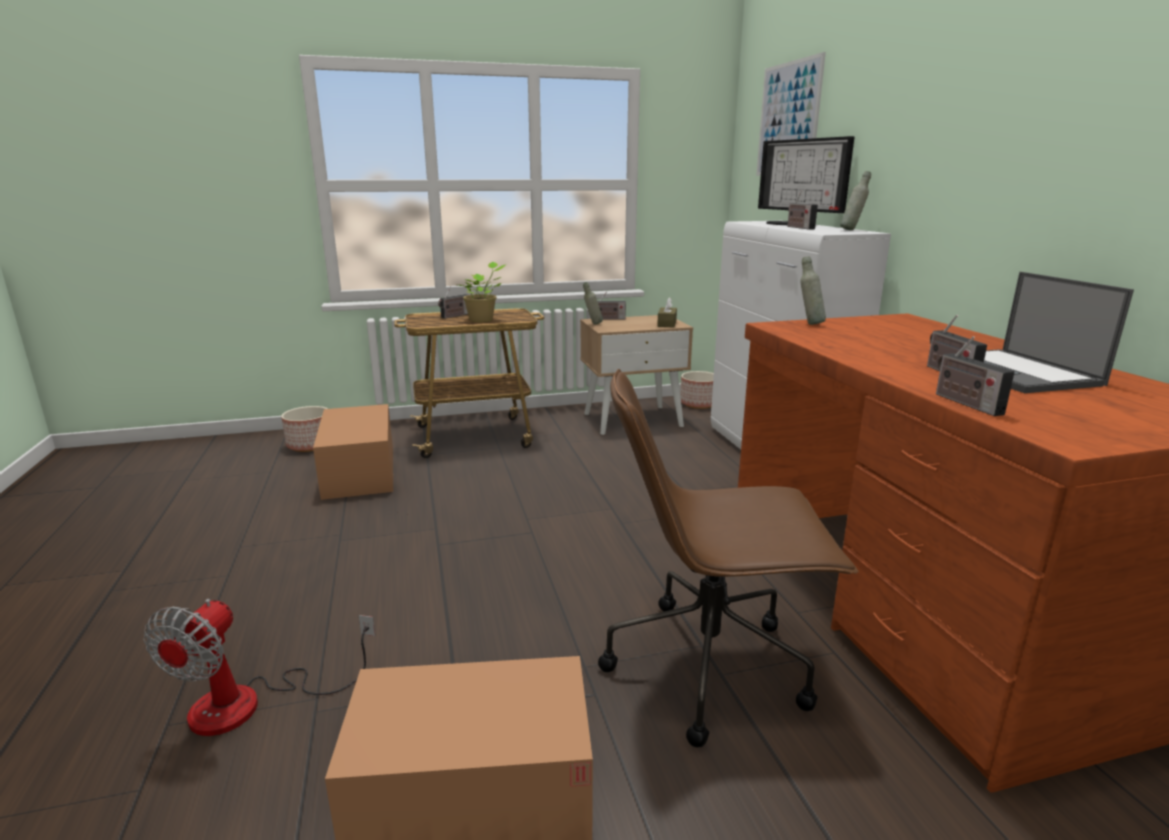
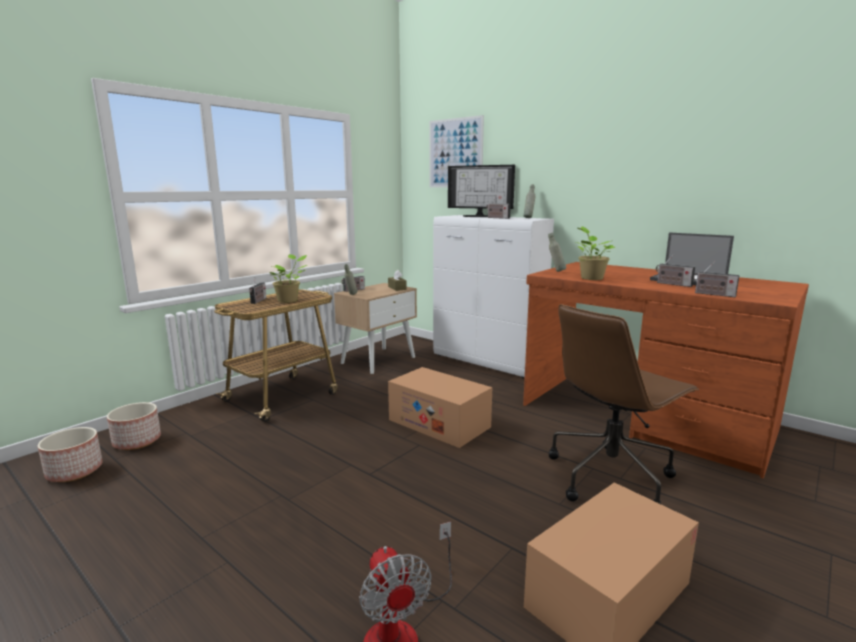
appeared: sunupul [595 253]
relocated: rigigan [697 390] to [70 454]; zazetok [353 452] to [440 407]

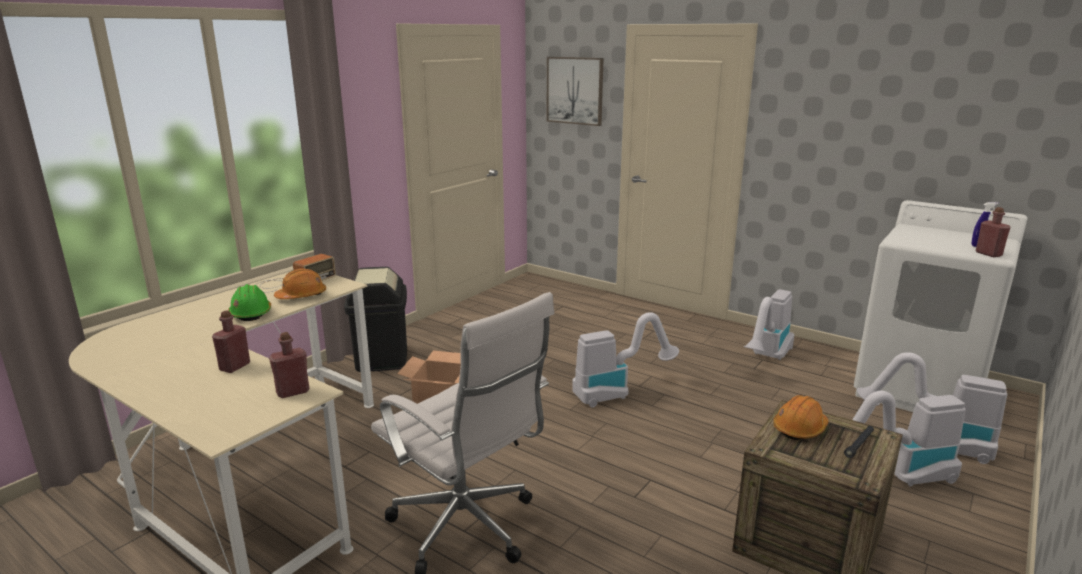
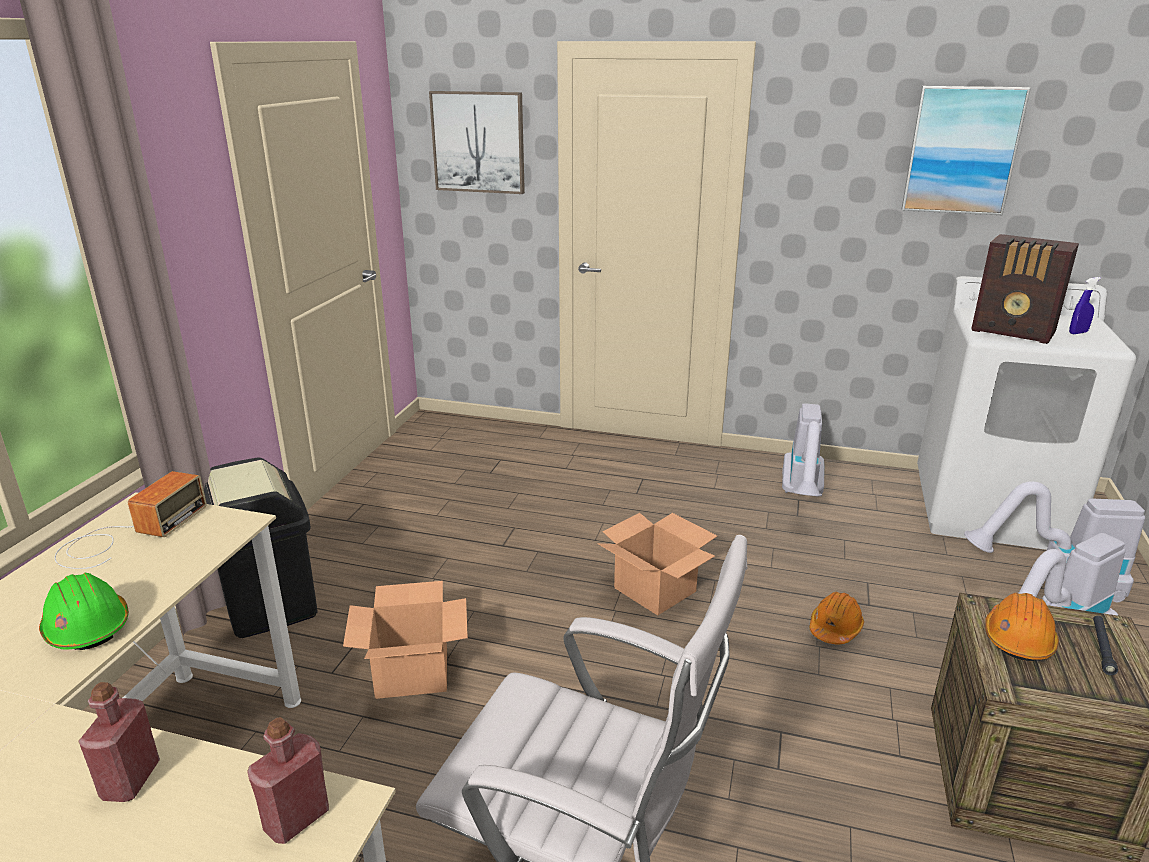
missing: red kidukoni [993 232]
appeared: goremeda [966 150]; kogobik [1025 289]
relocated: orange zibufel [300 284] to [836 618]
exchanged: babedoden [625 359] to zazetok [657 564]

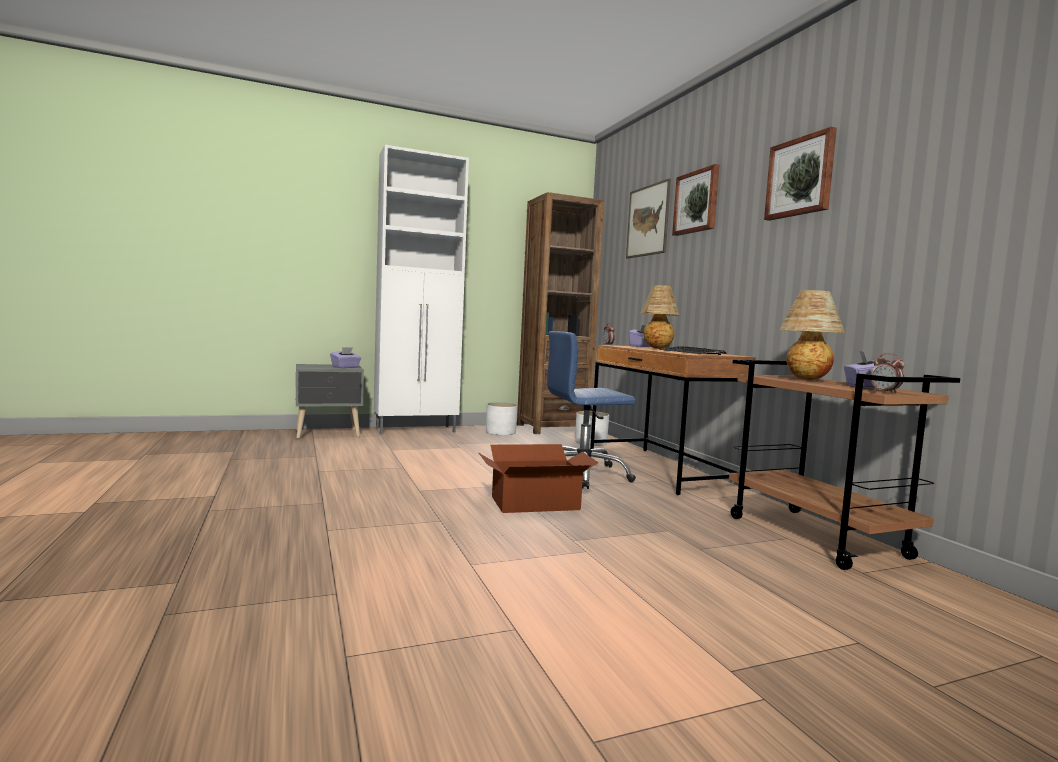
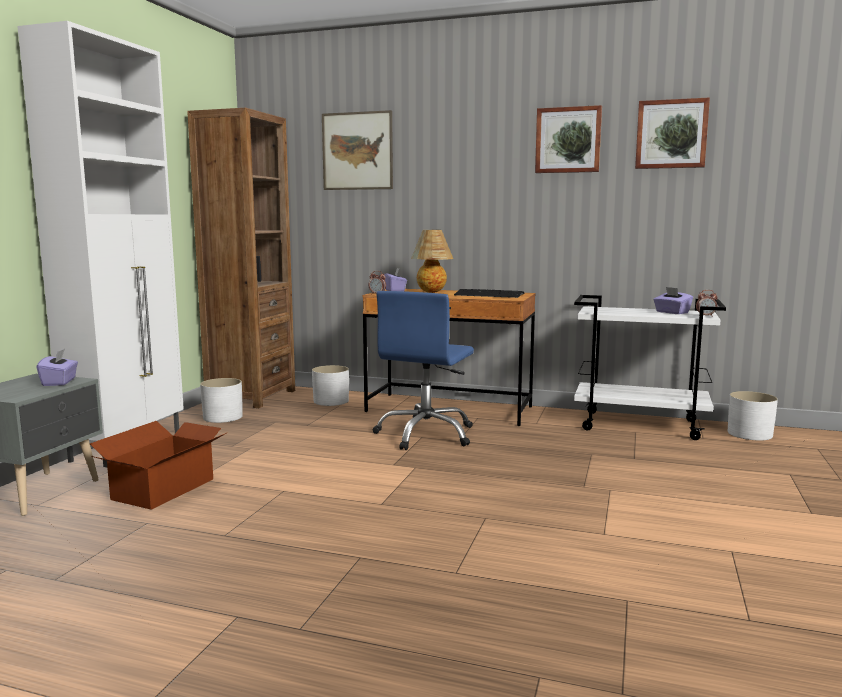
missing: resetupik [812 335]
appeared: white rigigan [753 416]
relocated: goremeda [695 200] to [672 133]; zazetok [539 478] to [158 465]
colour: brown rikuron [844 465] to white rikuron [650 367]

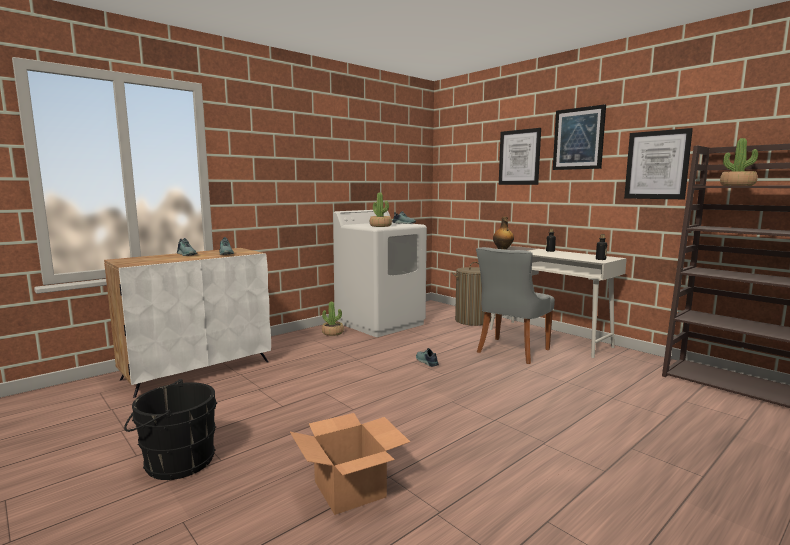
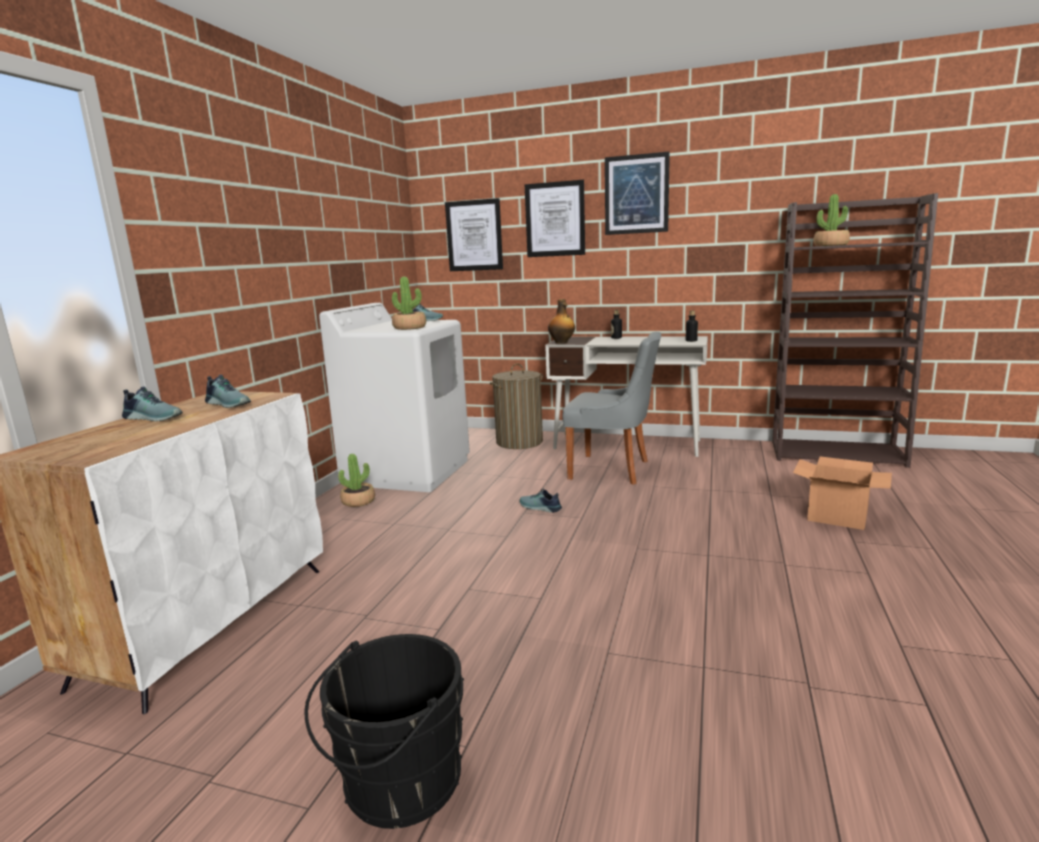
relocated: goremeda [658 163] to [474 234]; zazetok [350 464] to [842 493]
spun: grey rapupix [515 305] = [612 408] 75 degrees counterclockwise

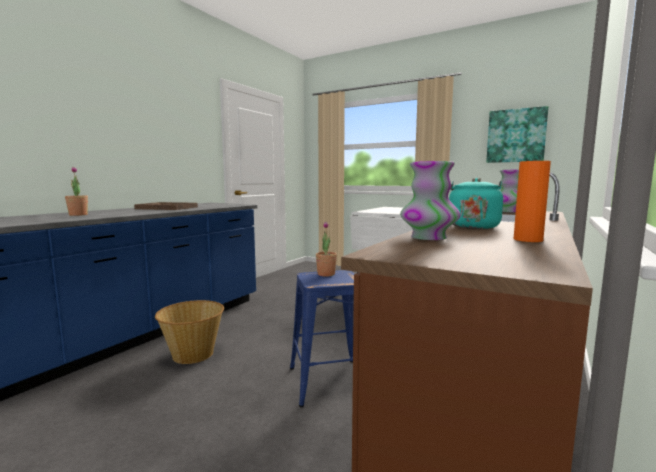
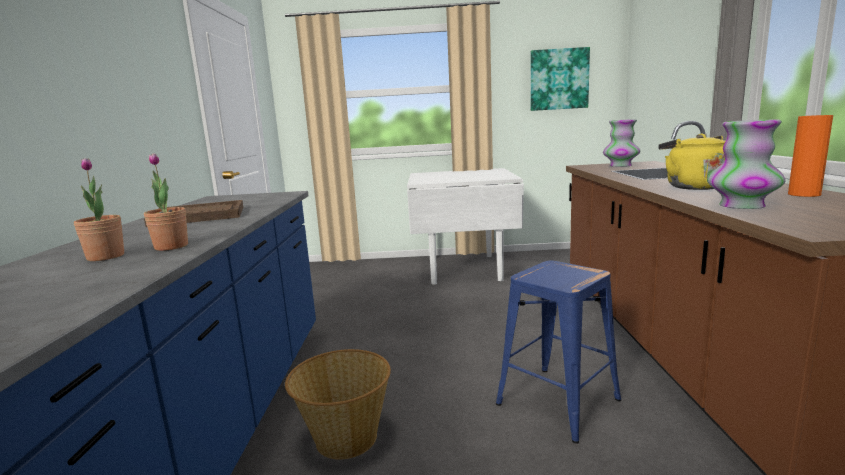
relocated: sunupul [326 249] to [166 202]
colour: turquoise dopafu [476 203] to yellow dopafu [691 162]

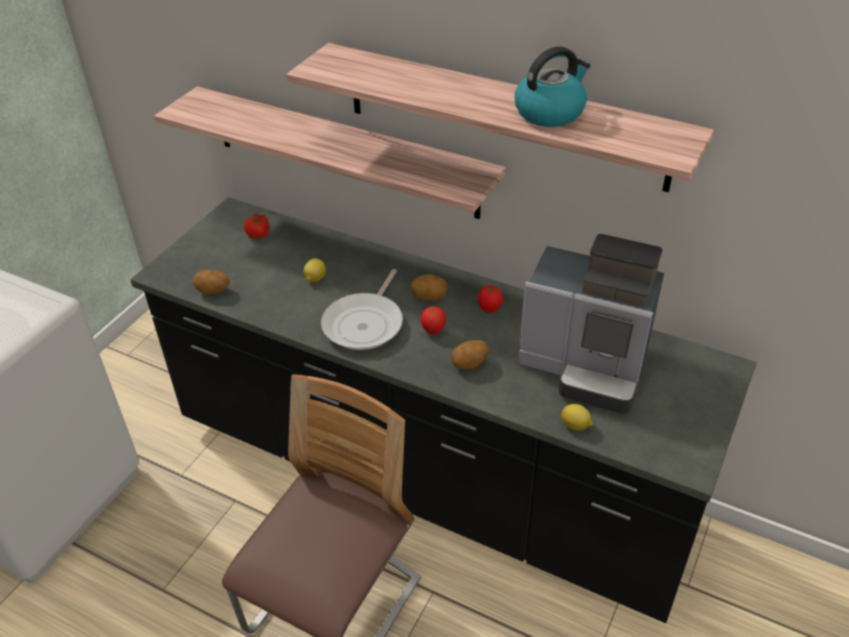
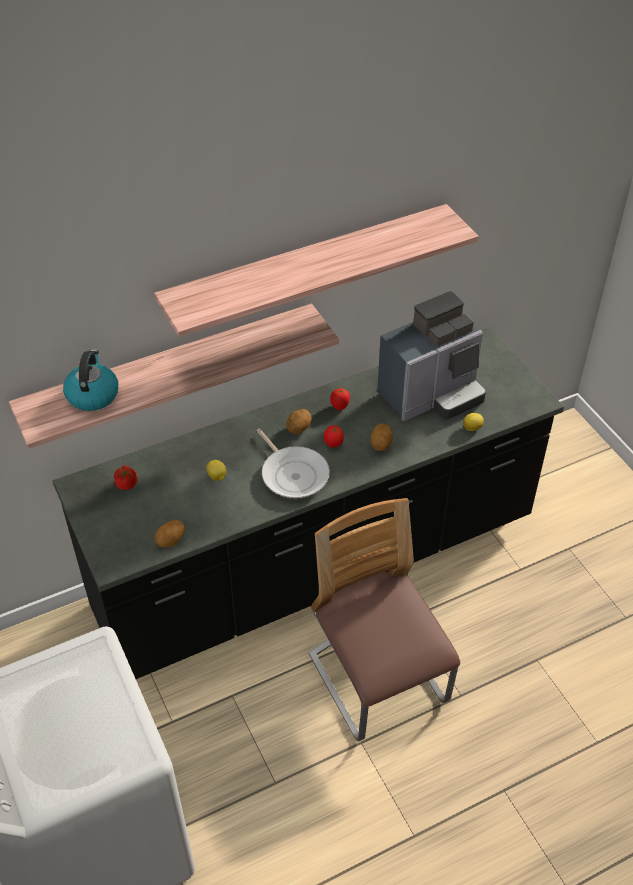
relocated: dopafu [552 86] to [91 380]

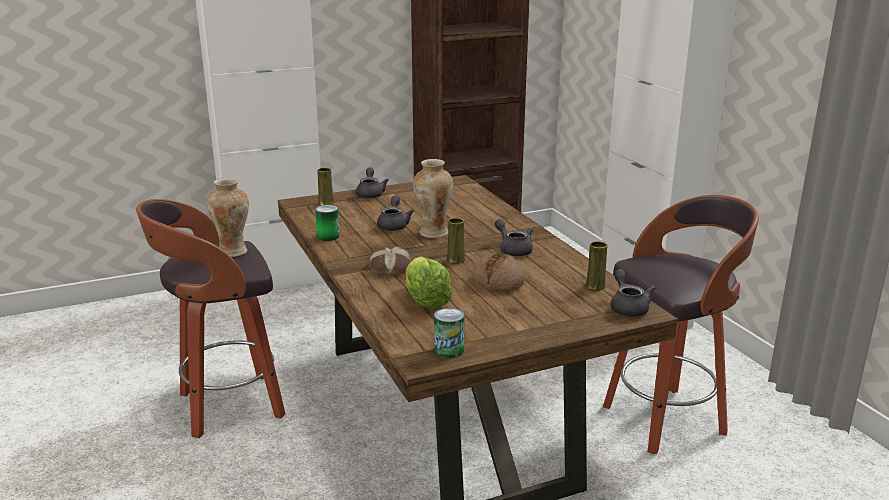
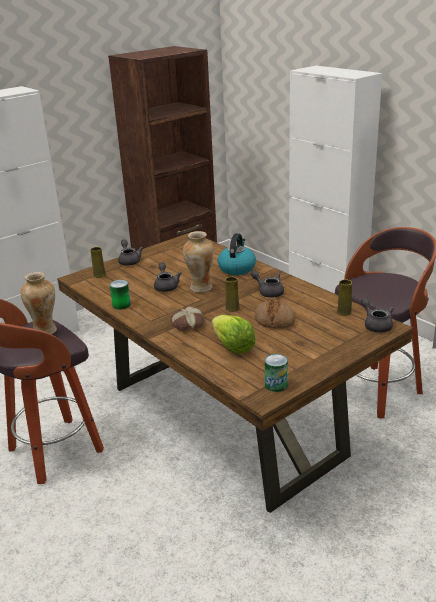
appeared: dopafu [236 254]

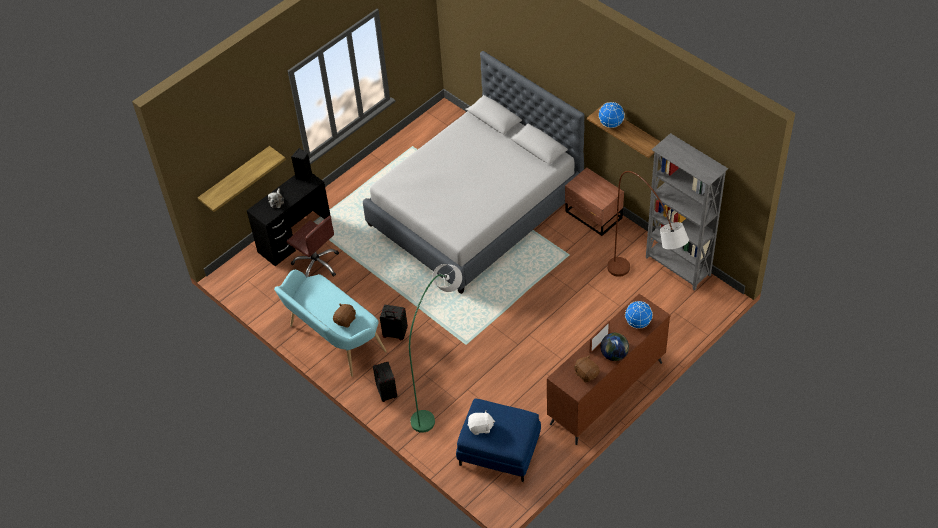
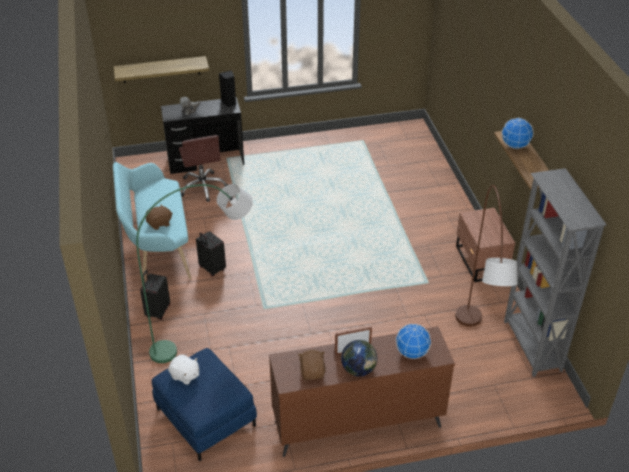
missing: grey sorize [474 172]

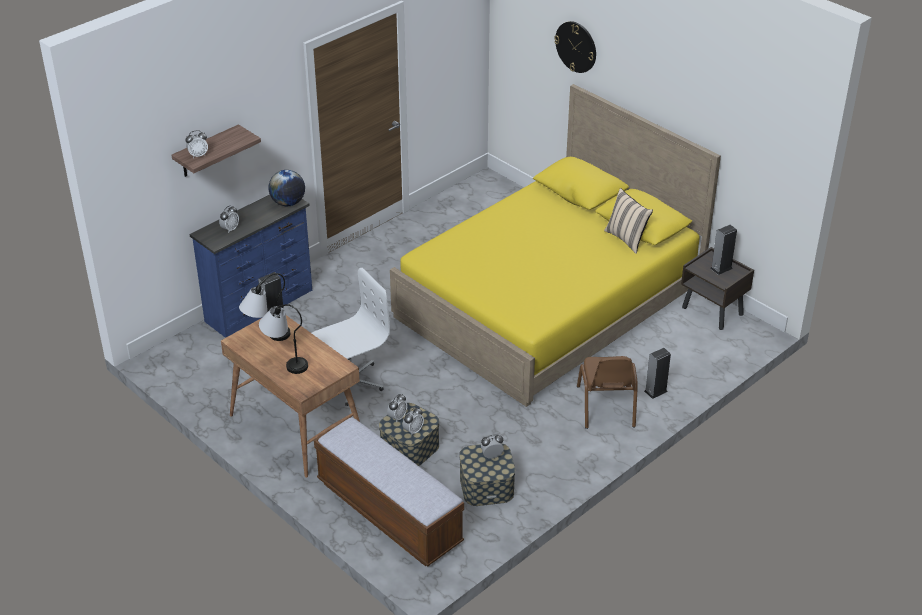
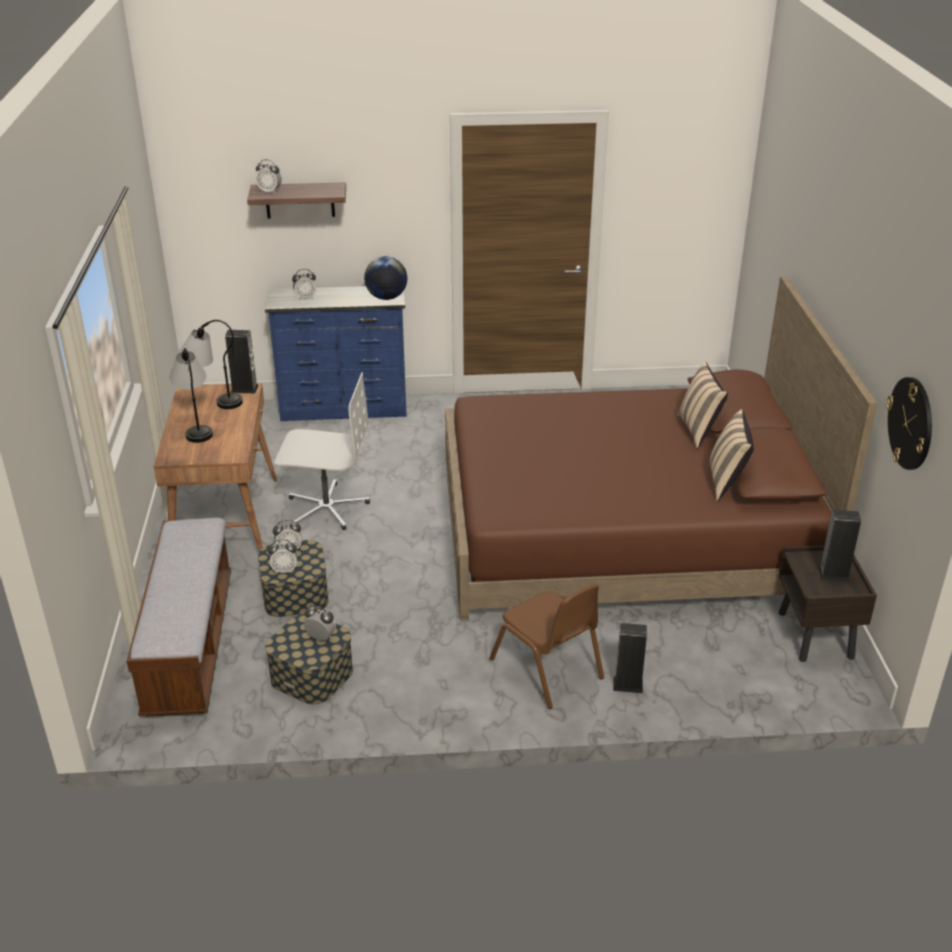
appeared: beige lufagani [702 405]
relocated: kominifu [575 47] to [909 423]
colour: yellow sorize [555 245] to brown sorize [661 449]
spun: brown rapupix [607 392] = [547 646] 75 degrees counterclockwise

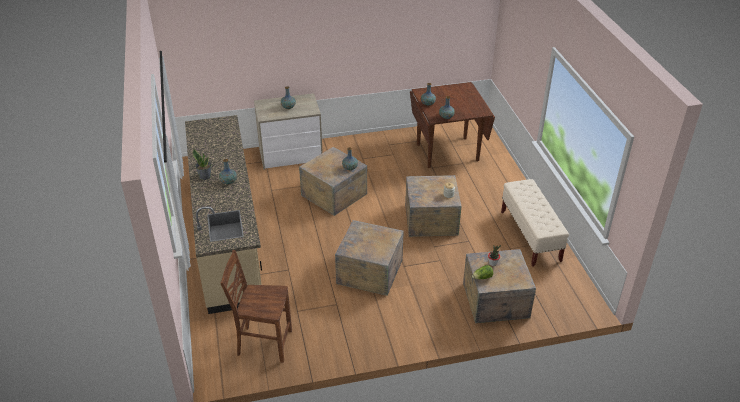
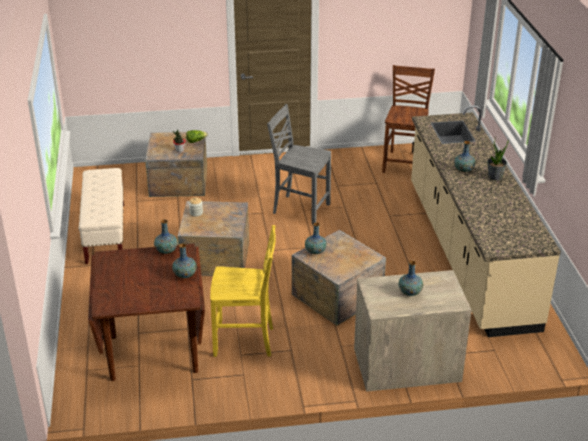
appeared: yellow rapupix [242 291]
exchanged: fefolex [369 258] to grey rapupix [299 164]
spun: brown rapupix [256 306] = [408 119] 90 degrees counterclockwise

